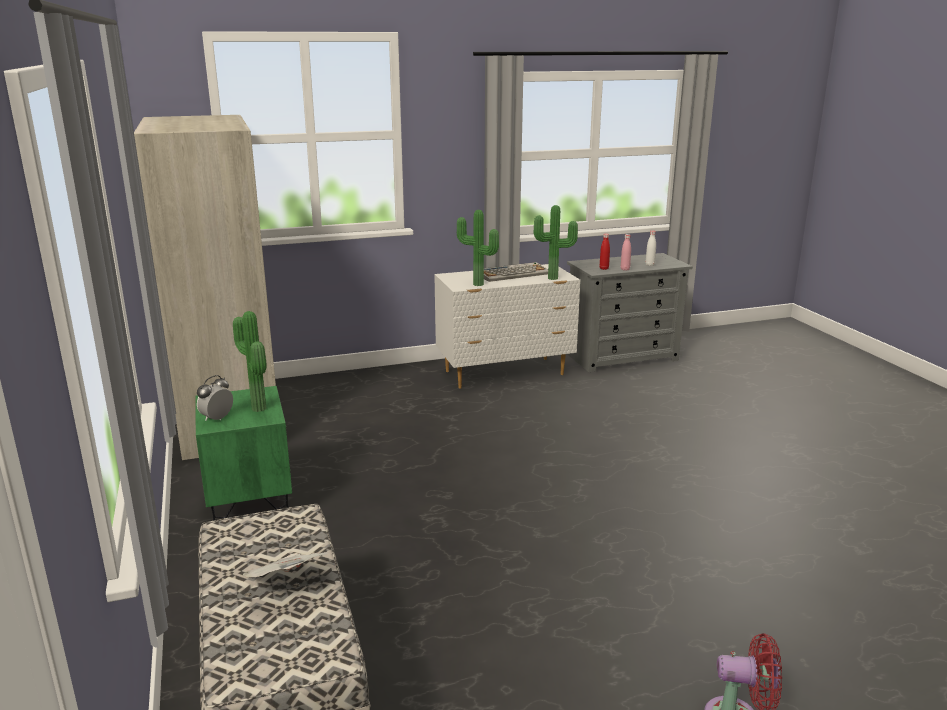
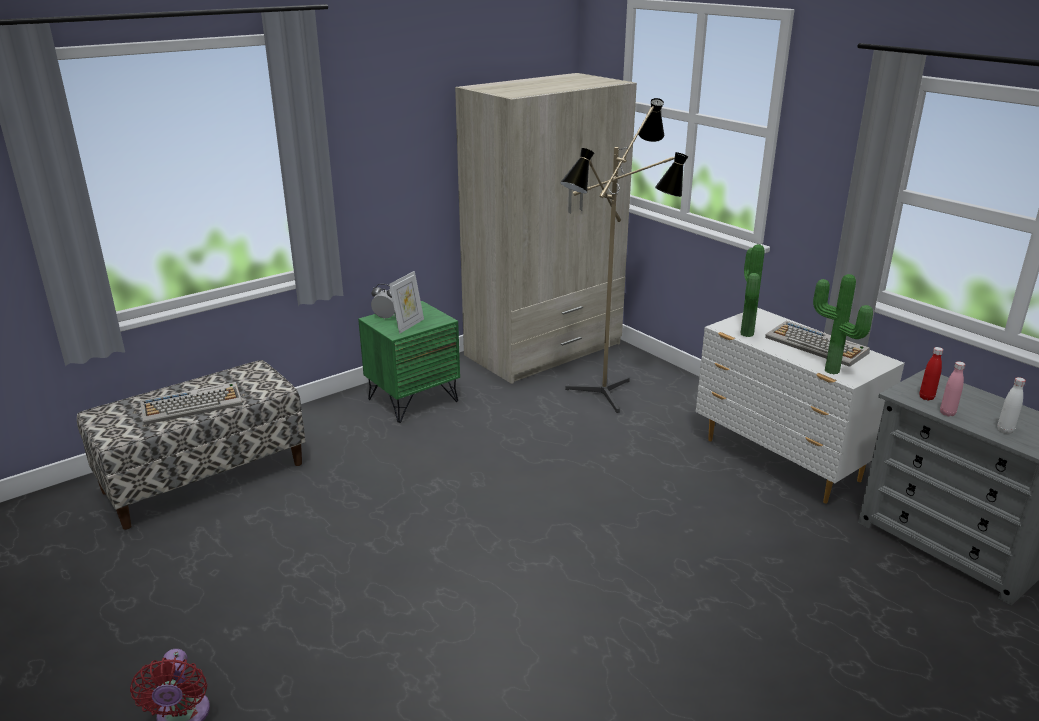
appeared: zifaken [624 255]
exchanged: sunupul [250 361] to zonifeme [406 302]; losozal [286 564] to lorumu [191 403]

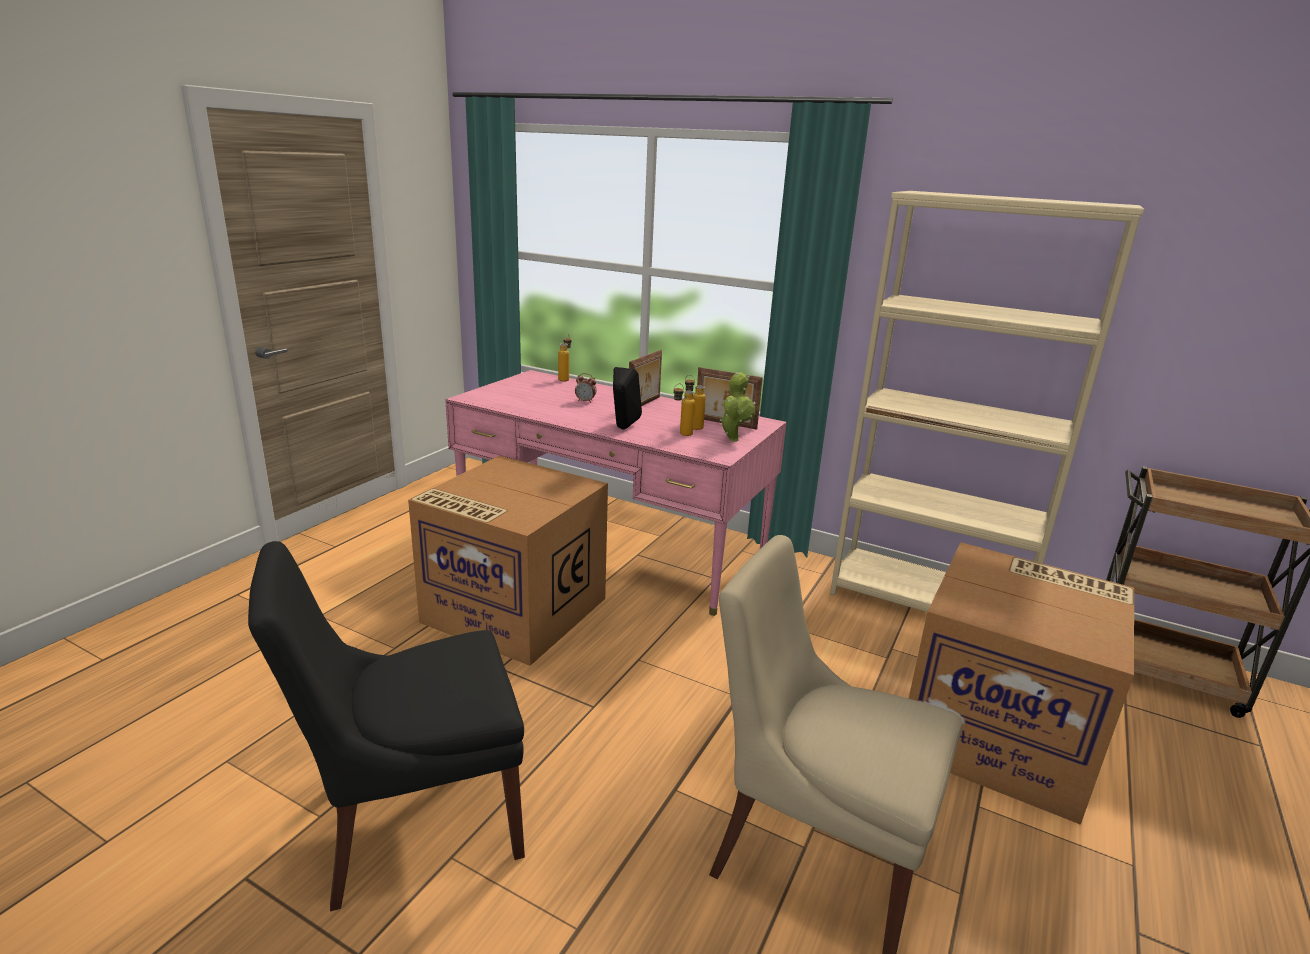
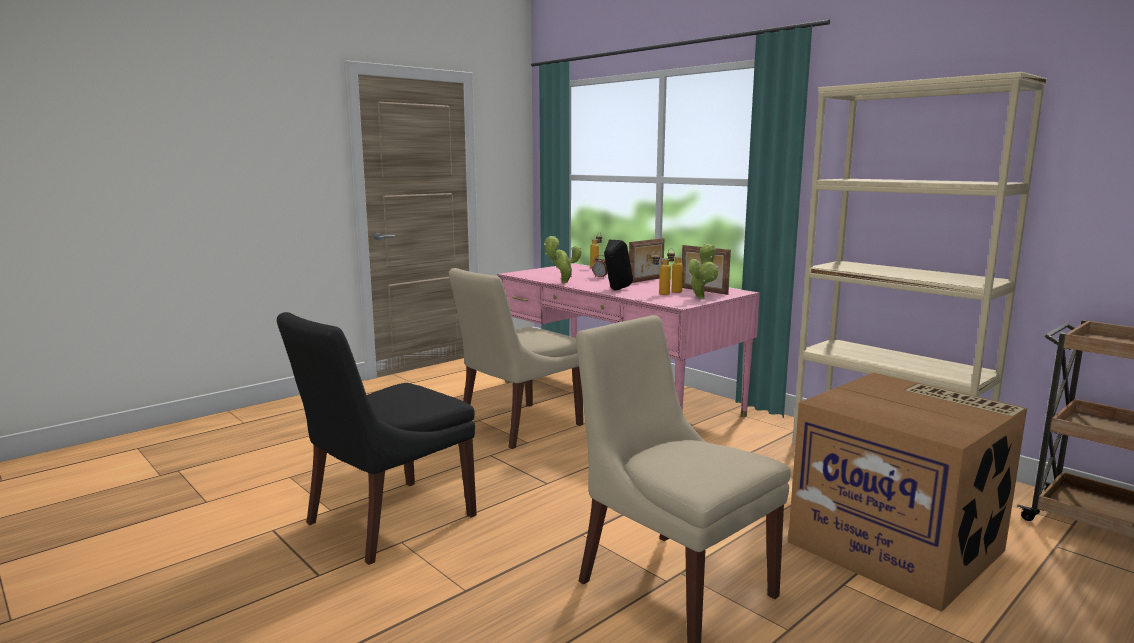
appeared: sunupul [563 259]
exchanged: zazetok [508 561] to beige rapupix [516 358]
spun: black rapupix [386 726] = [377 438] 45 degrees counterclockwise

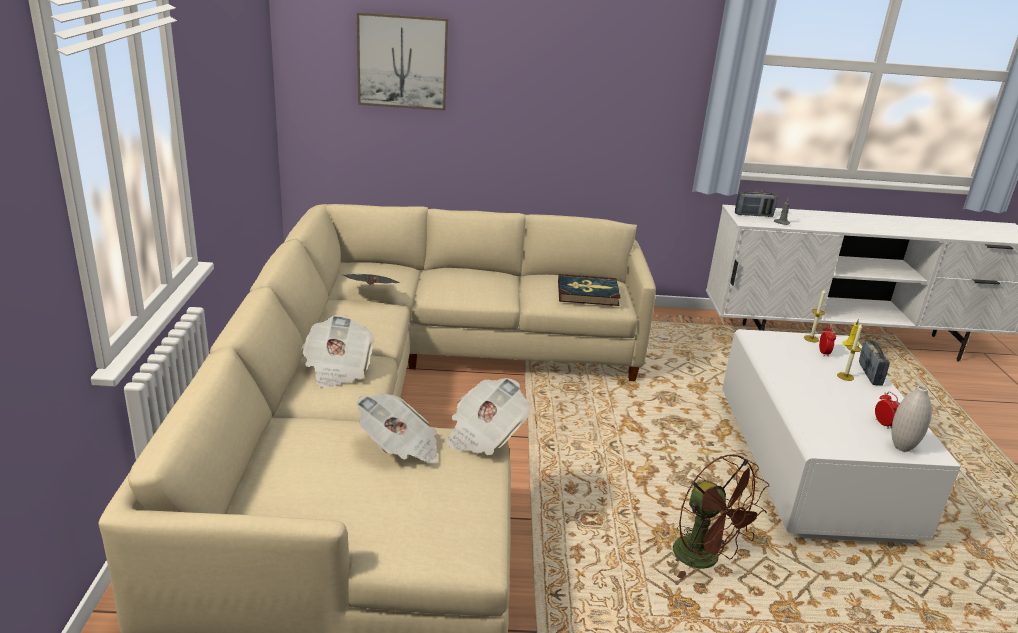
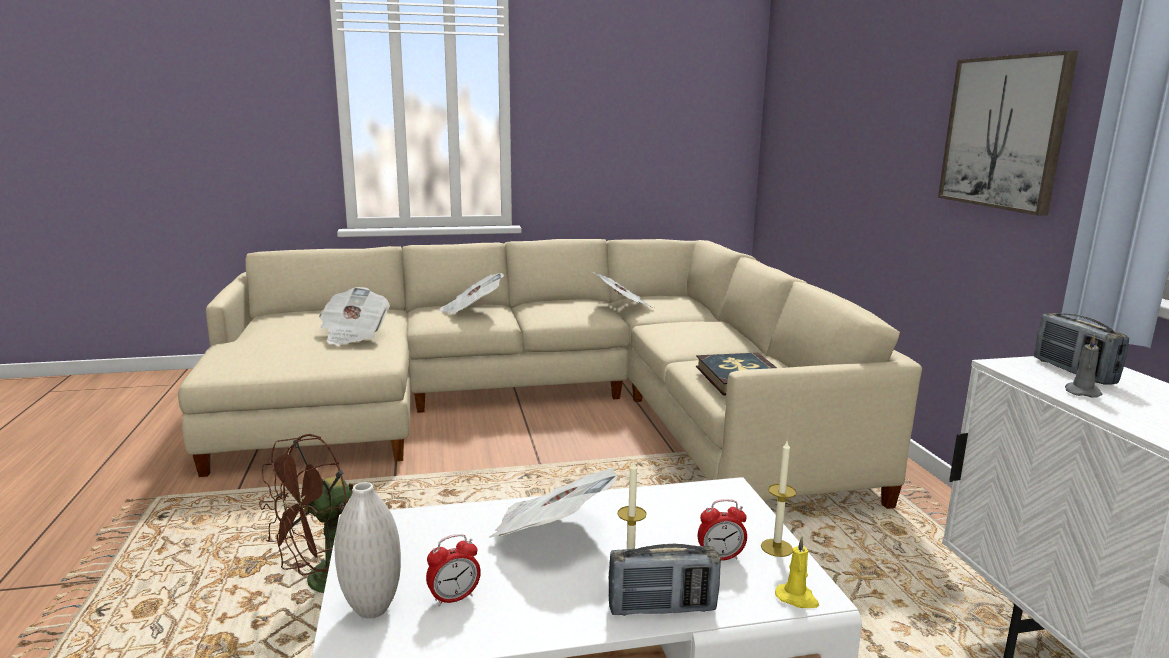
relocated: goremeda [402 61] to [1008 132]; losozal [488 416] to [553 502]

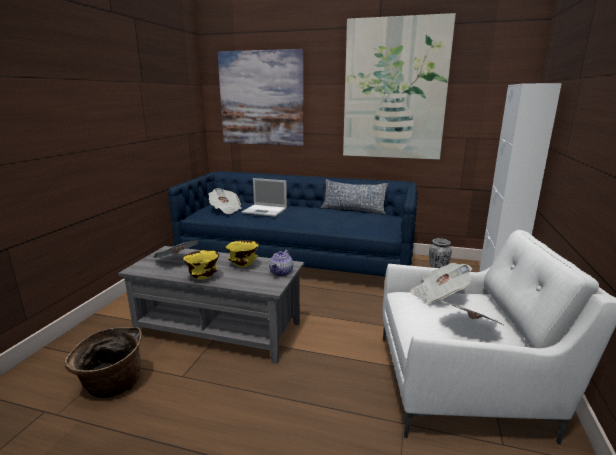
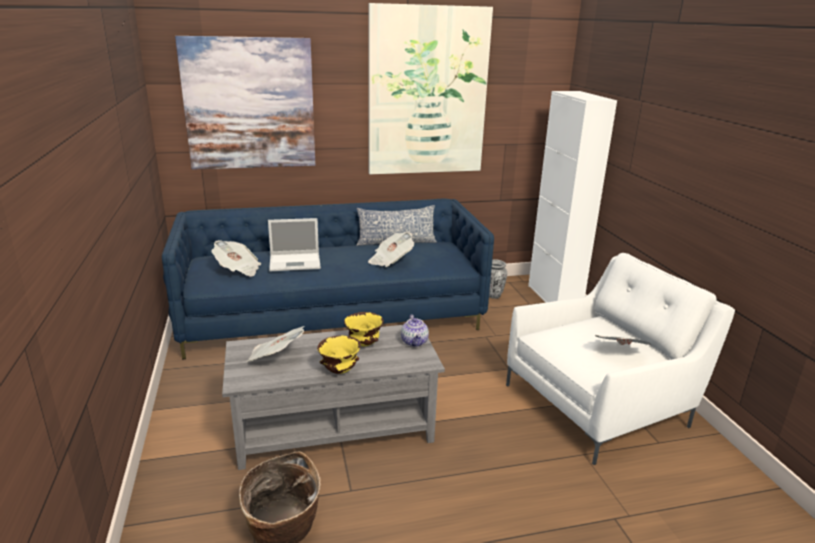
relocated: losozal [441 283] to [391 249]

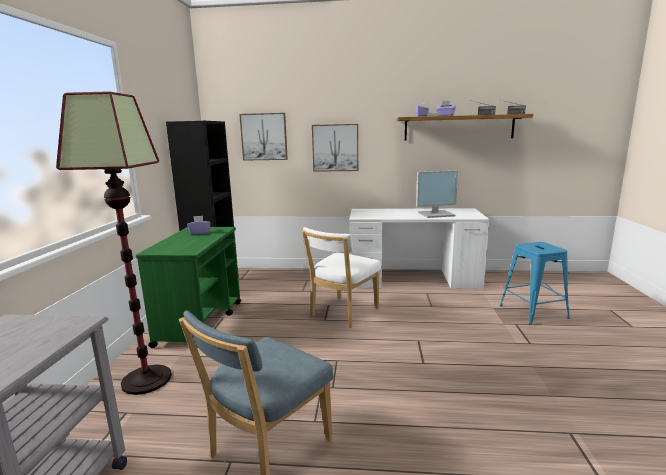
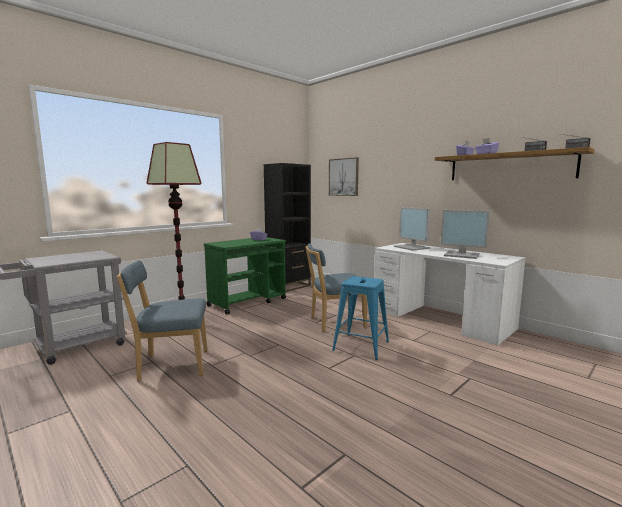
missing: goremeda [335 148]
appeared: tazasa [412 229]
relocated: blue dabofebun [535 283] to [360 318]
colour: white rapupix [341 277] to blue rapupix [336 287]

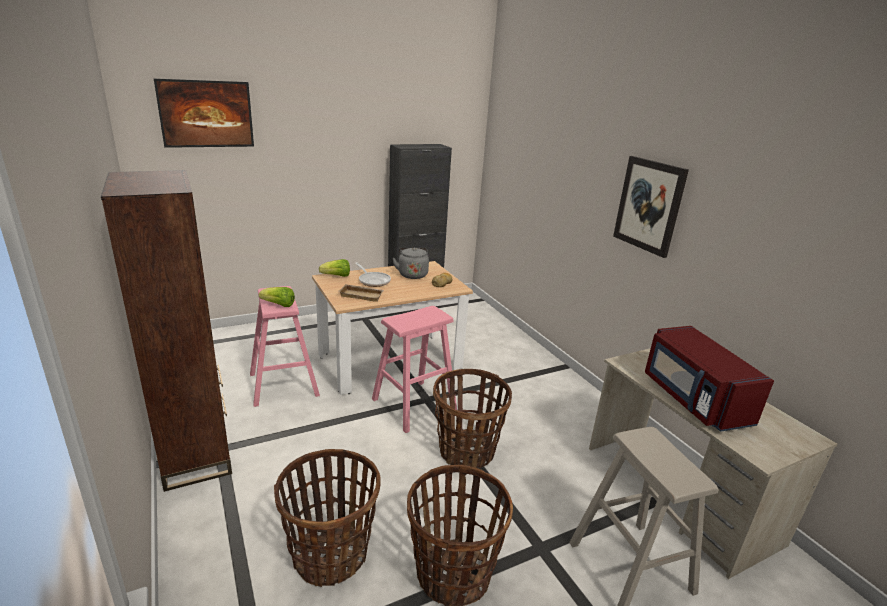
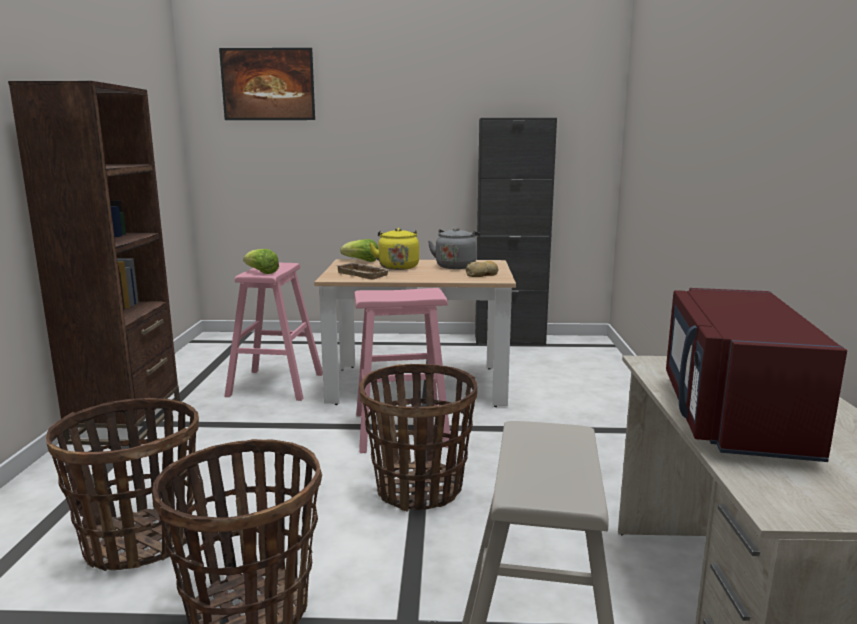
missing: goremeda [651 207]
exchanged: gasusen [373 274] to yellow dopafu [394 249]

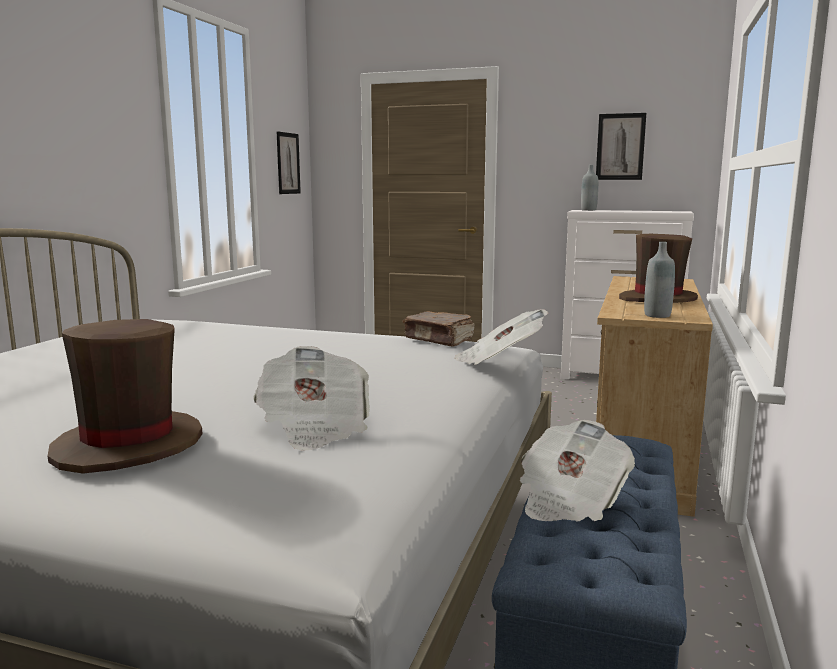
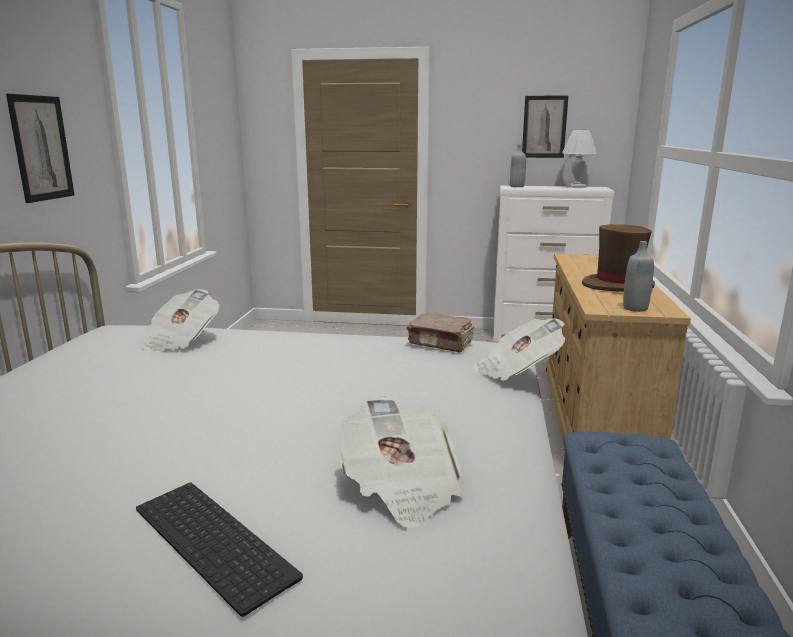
appeared: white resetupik [579 159]
relocated: goremeda [289 162] to [40 148]; losozal [577 470] to [180 320]
exchanged: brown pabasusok [125 396] to lorumu [219 550]

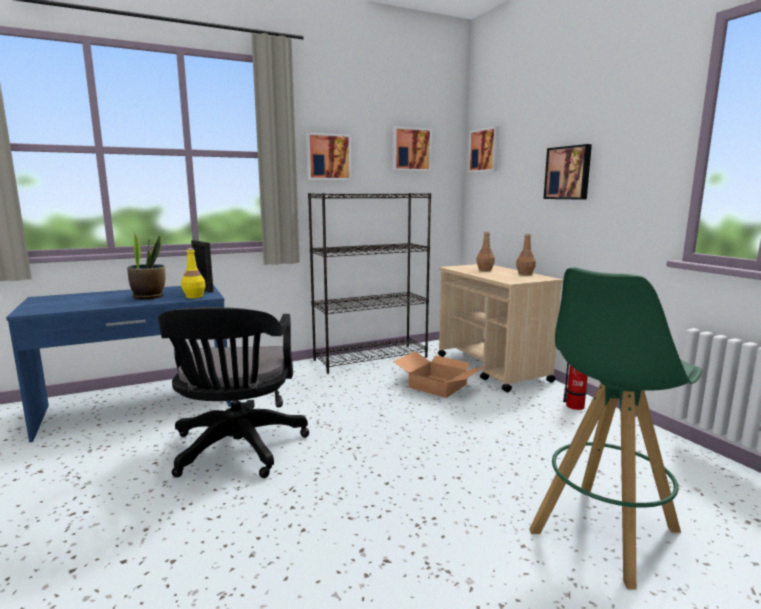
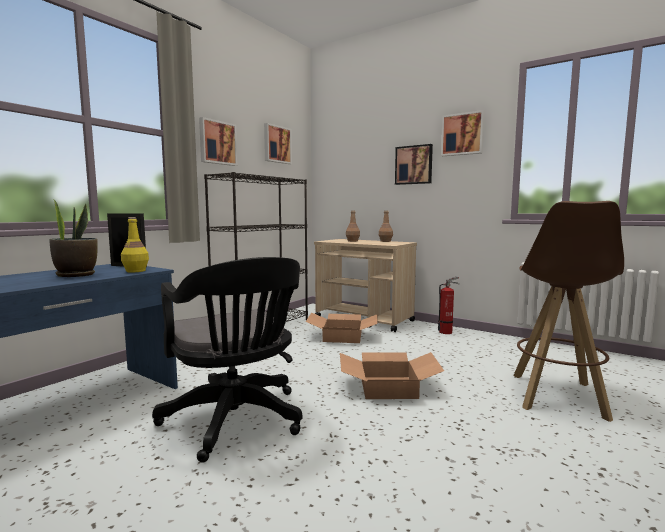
appeared: zazetok [392 375]
relocated: goremeda [484 149] to [463 133]
colour: green dabofebun [615 428] to brown dabofebun [568 311]

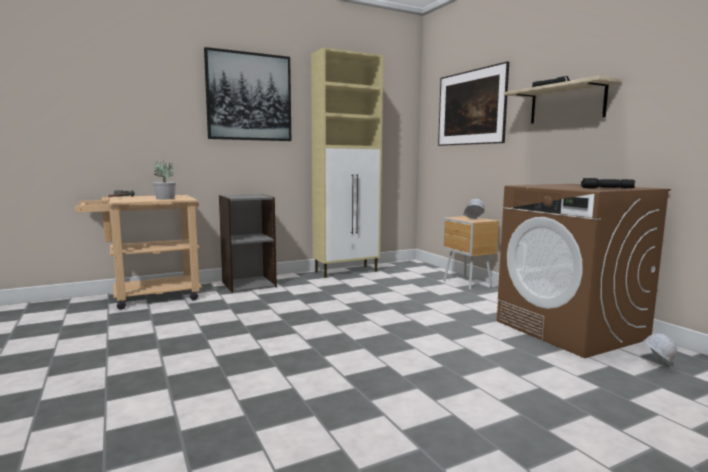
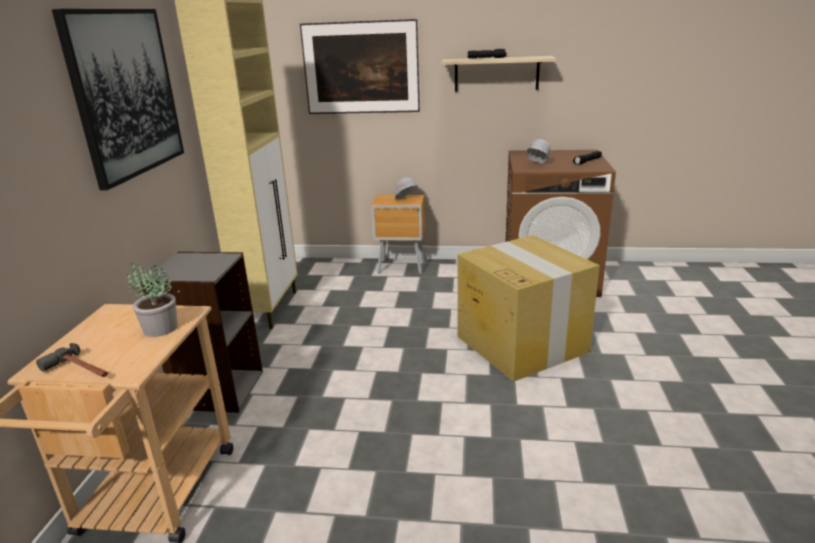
appeared: zazetok [528 308]
relocated: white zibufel [659 350] to [538 151]

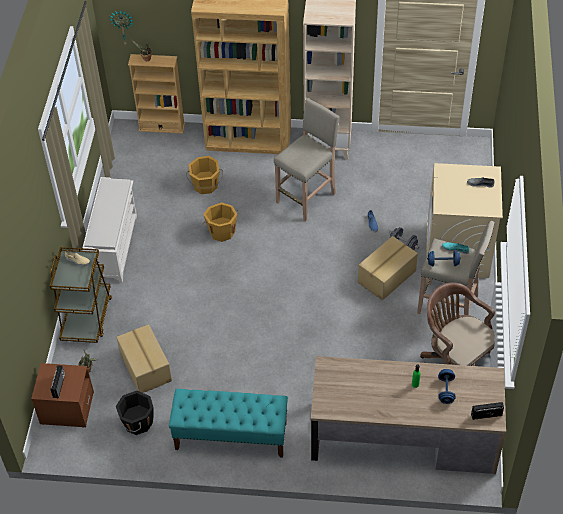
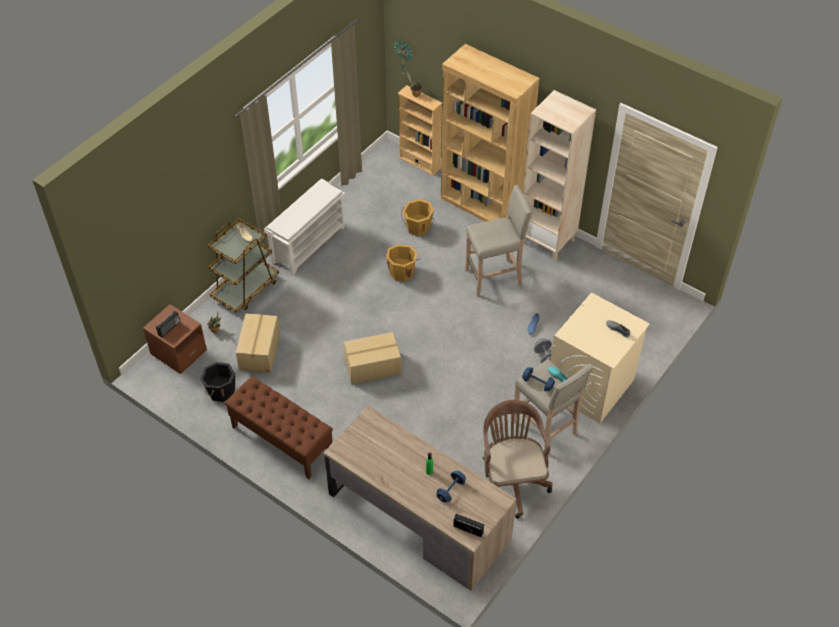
relocated: zazetok [388 268] to [372 358]
colour: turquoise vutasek [228 423] to brown vutasek [279 427]

